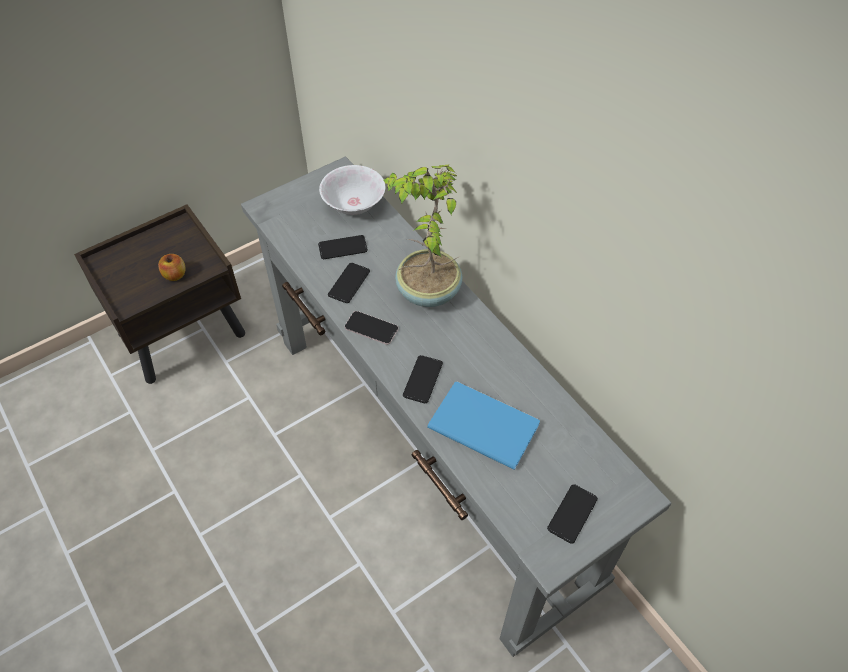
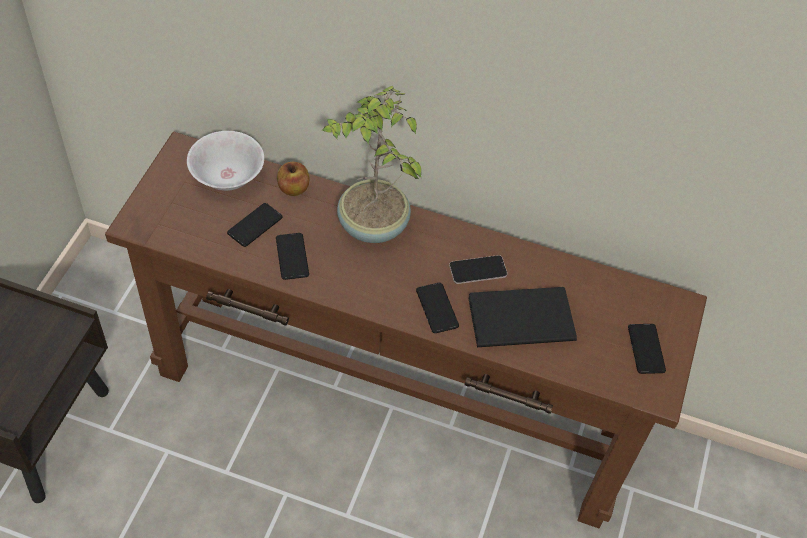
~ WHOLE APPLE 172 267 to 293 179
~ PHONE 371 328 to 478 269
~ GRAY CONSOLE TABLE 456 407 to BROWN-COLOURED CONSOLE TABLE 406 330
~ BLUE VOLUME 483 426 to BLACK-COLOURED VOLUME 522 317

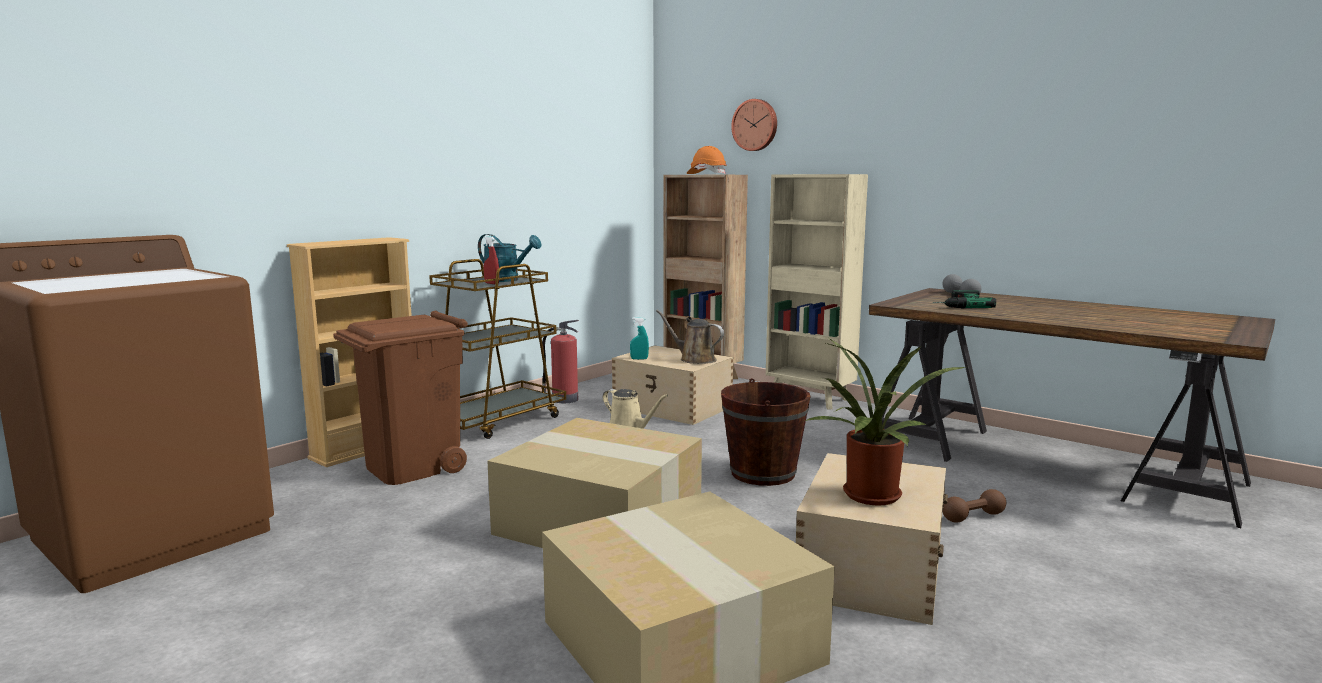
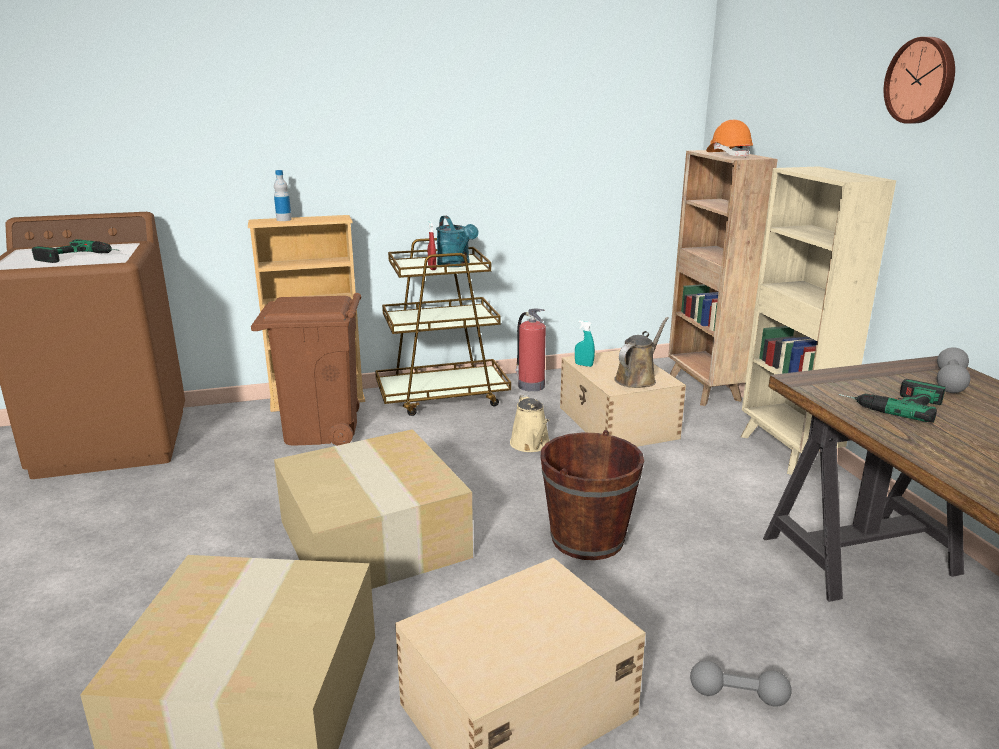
- POTTED PLANT 884 422
+ POWER DRILL 75 251
+ BEVERAGE BOTTLE 283 195
~ HANGING CLOCK 754 125 to 919 80
~ BROWN-COLOURED FREE WEIGHT 974 506 to GRAY FREE WEIGHT 741 683
~ BROWN-COLOURED WATERING POT 690 337 = 641 352 60 degrees clockwise

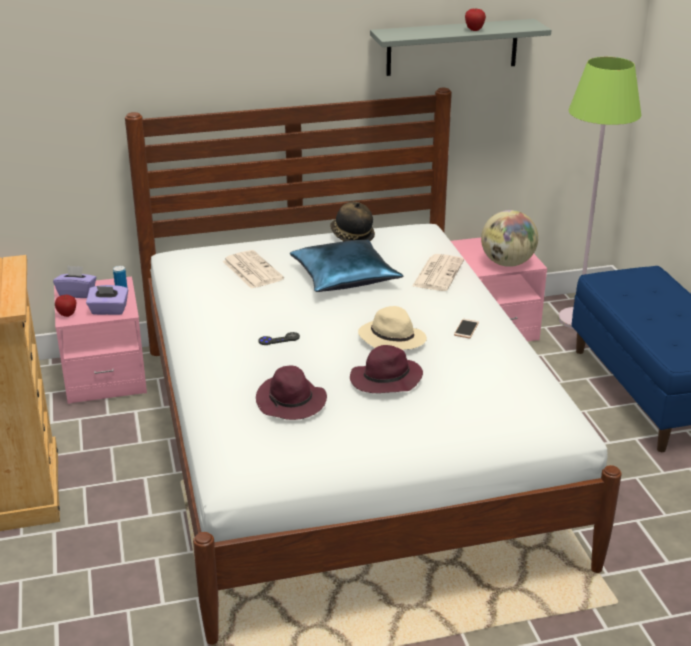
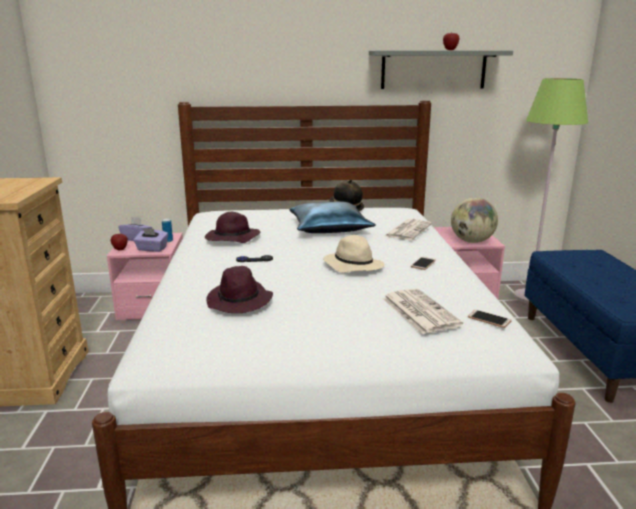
+ PHONE 490 319
~ PRINTED PAPER 253 269 to 422 311
~ PURPLISH CLOTHING HAT 386 369 to 232 227

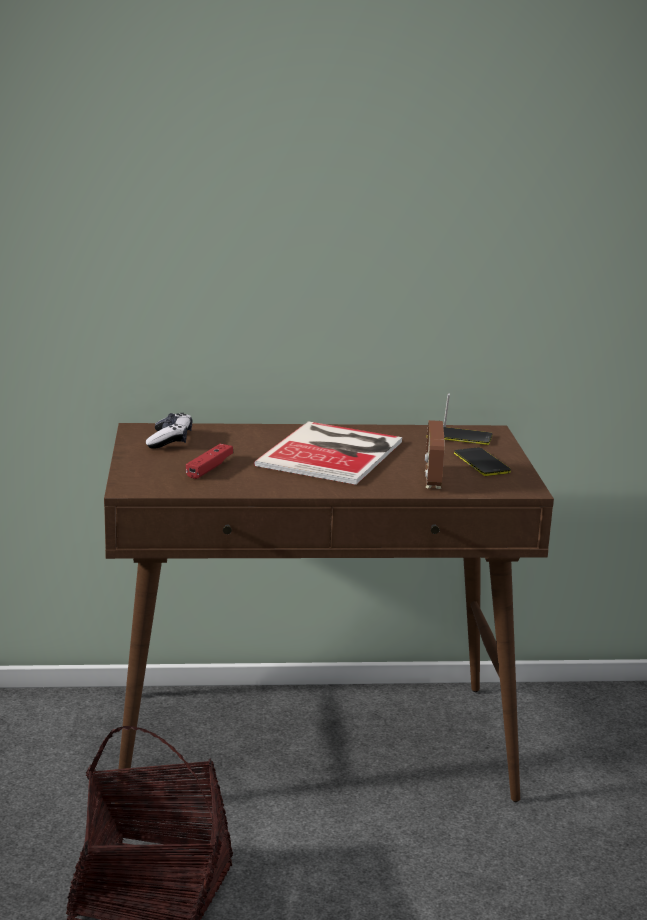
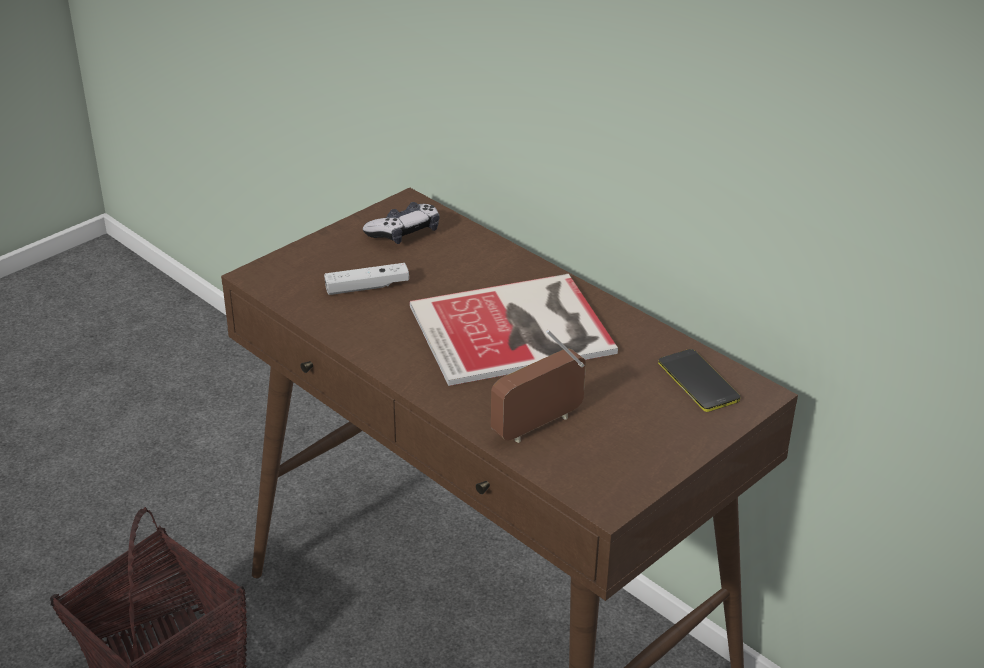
- PHONE 482 461
~ RED-COLOURED GAME CONTROLLER 209 461 to WHITISH GAME CONTROLLER 366 279

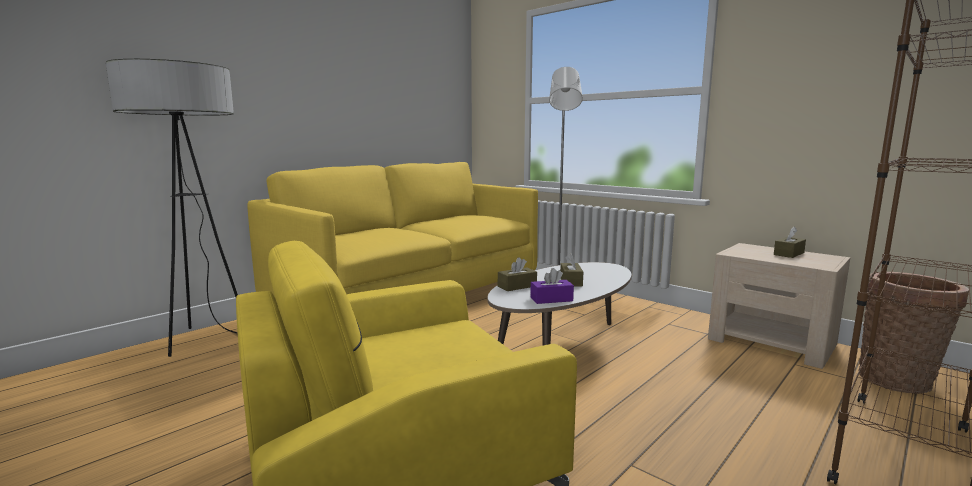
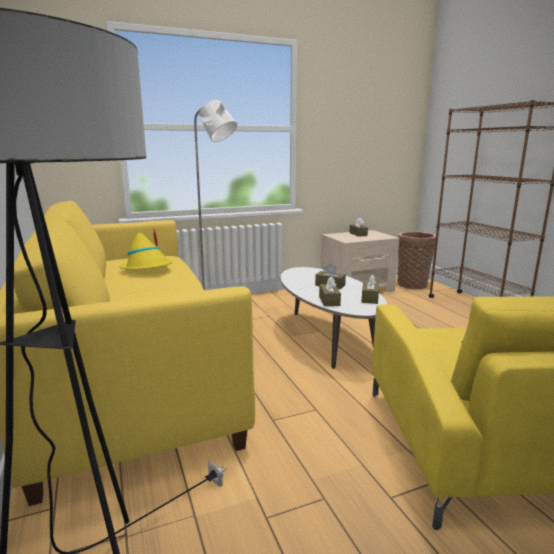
+ YELLOWISH CLOTHING HAT 146 249
~ PURPLISH TISSUE HOLDER 552 286 to BROWN-COLOURED TISSUE HOLDER 370 289

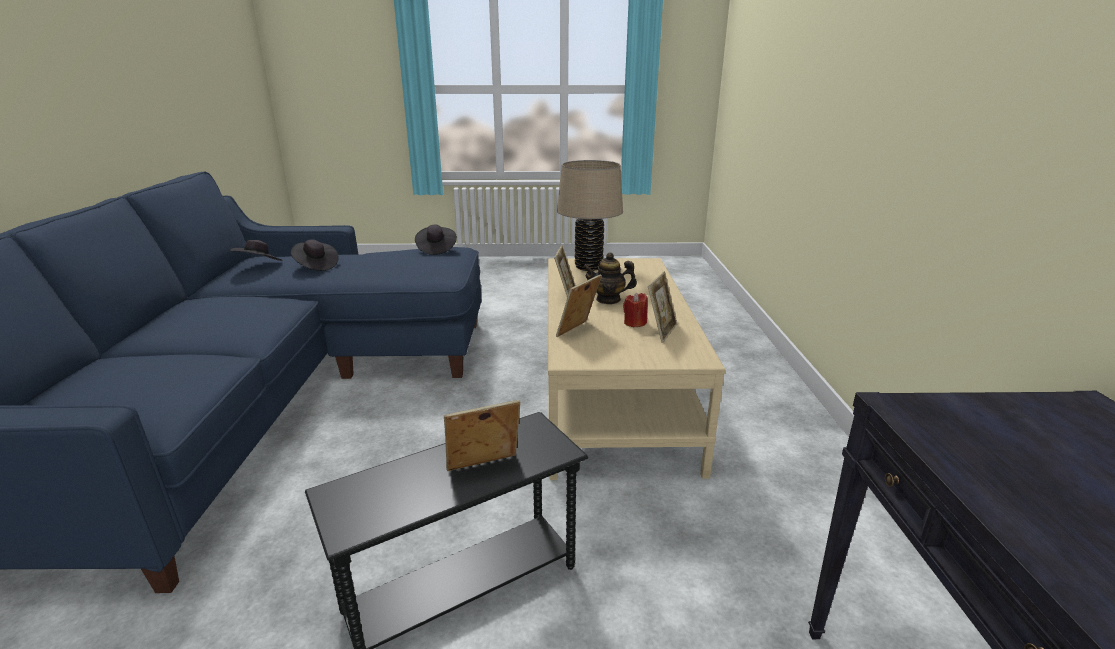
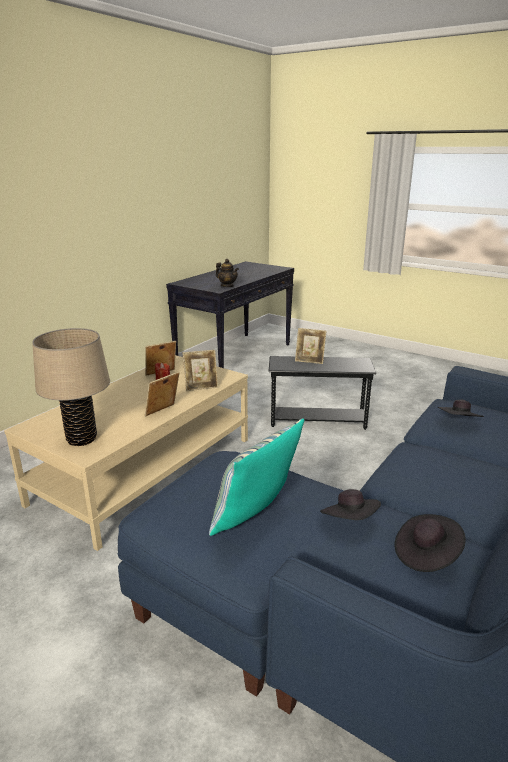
+ THROW PILLOW 256 477
~ BLACK-COLOURED CLOTHING HAT 436 239 to 461 408
~ TEA POT 610 278 to 227 273

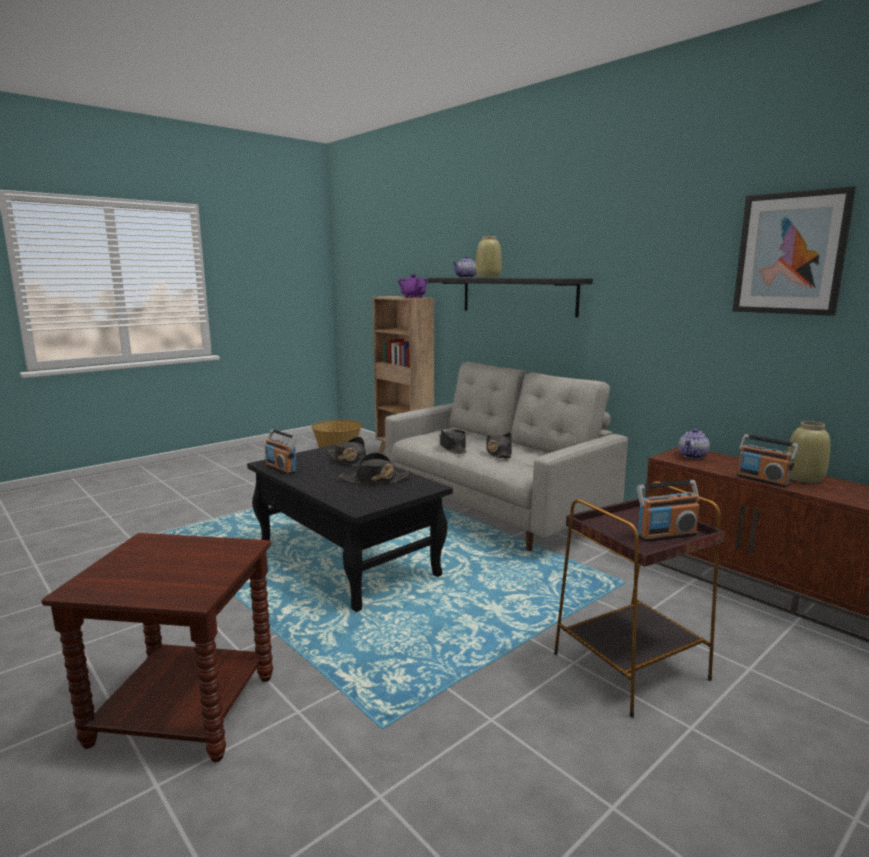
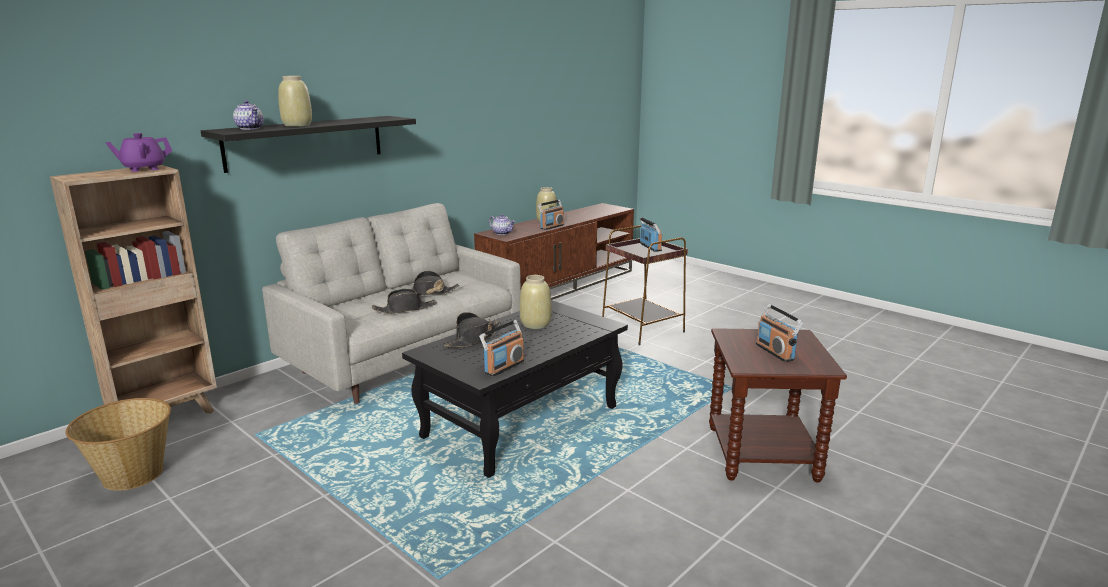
- WALL PICTURE 794 251
+ RADIO SET 779 333
~ BLACK-COLOURED CLOTHING HAT 375 467 to BEIGE-COLOURED VASE 536 302

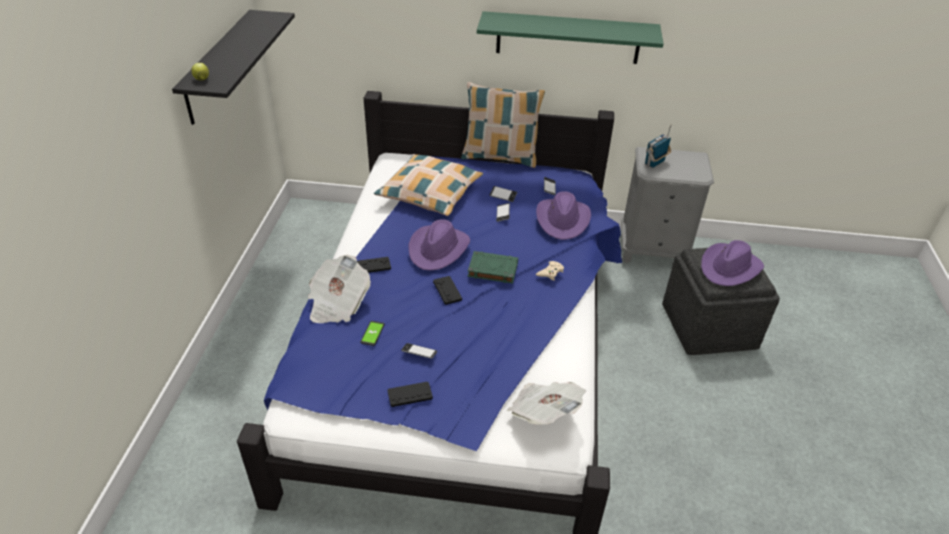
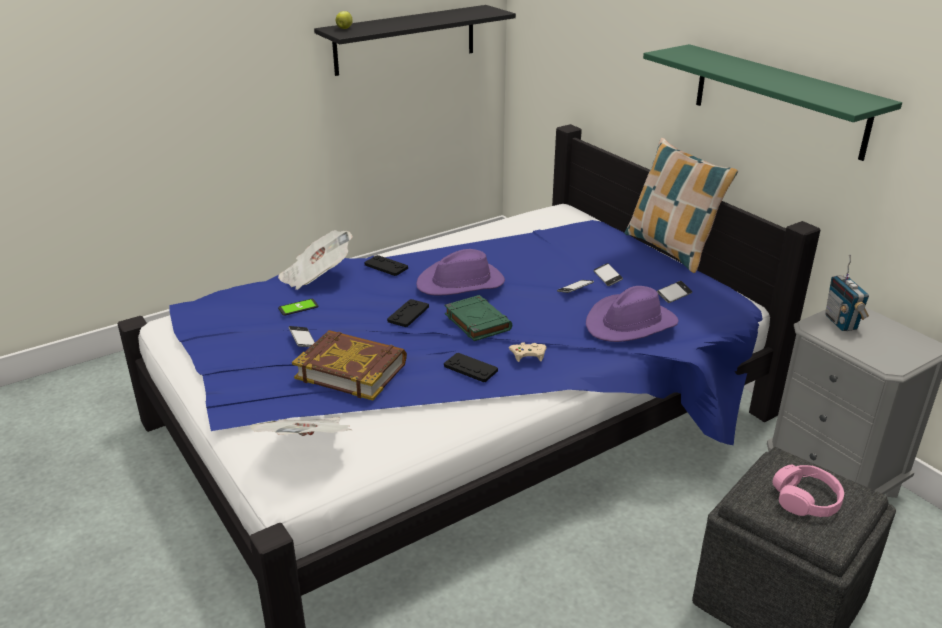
- THROW PILLOW 428 185
+ VOLUME 349 365
~ BLACK-COLOURED GAME CONTROLLER 410 394 to 471 367
~ PURPLISH CLOTHING HAT 732 263 to PINK HEADSET 808 490
~ RADIO SET 658 146 = 847 293 105 degrees counterclockwise

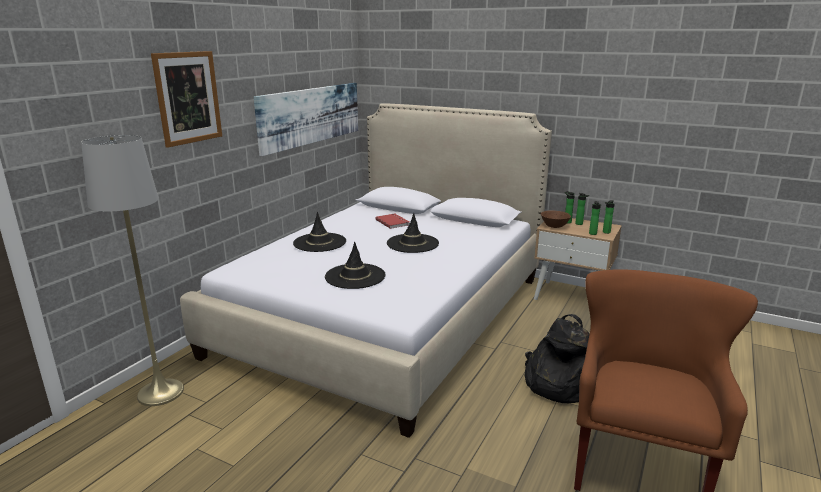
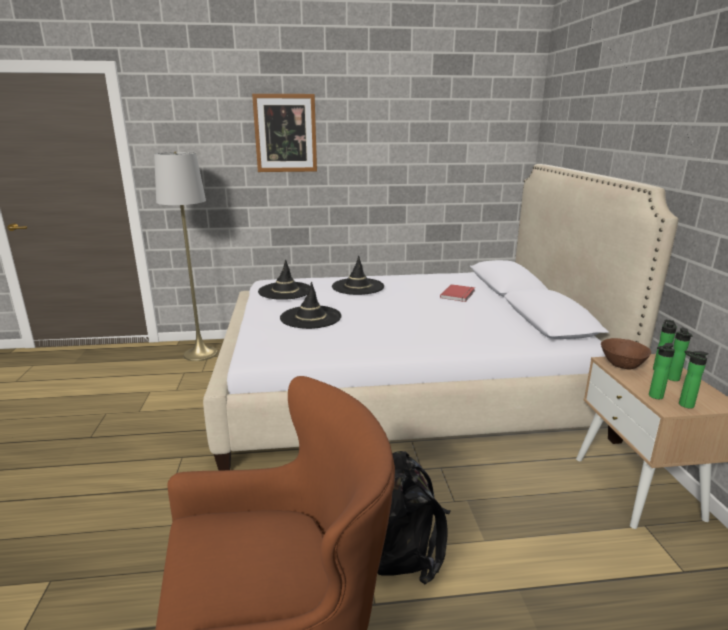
- WALL PICTURE 306 119
~ BLACK-COLOURED CLOTHING HAT 413 233 to 284 279

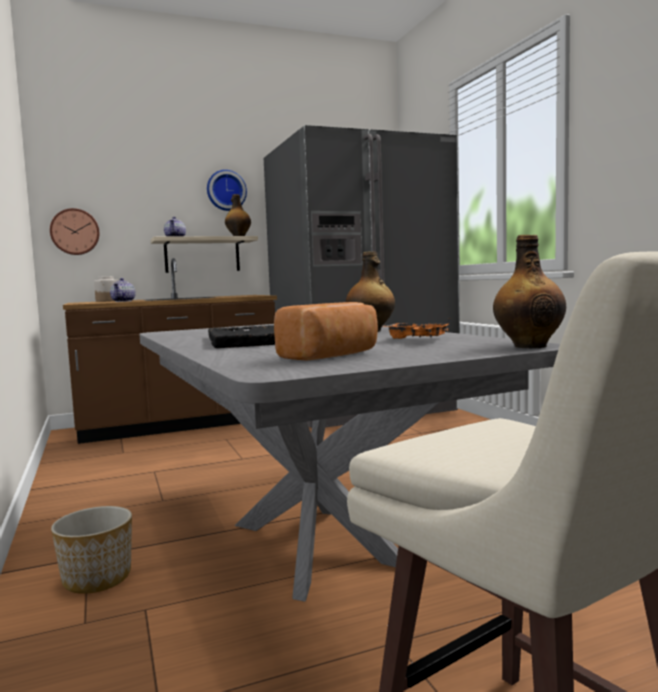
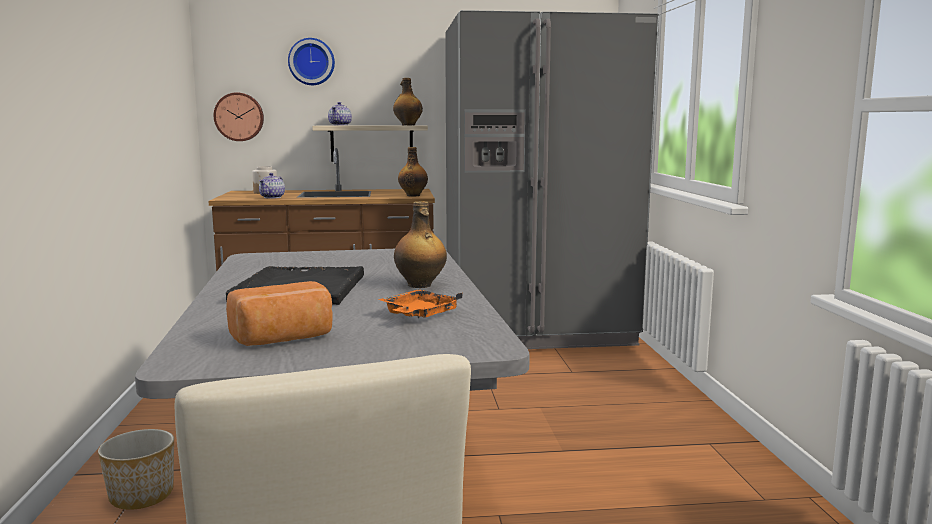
~ HANGING CLOCK 227 190 to 311 61
~ BEVERAGE BOTTLE 529 291 to 413 172

